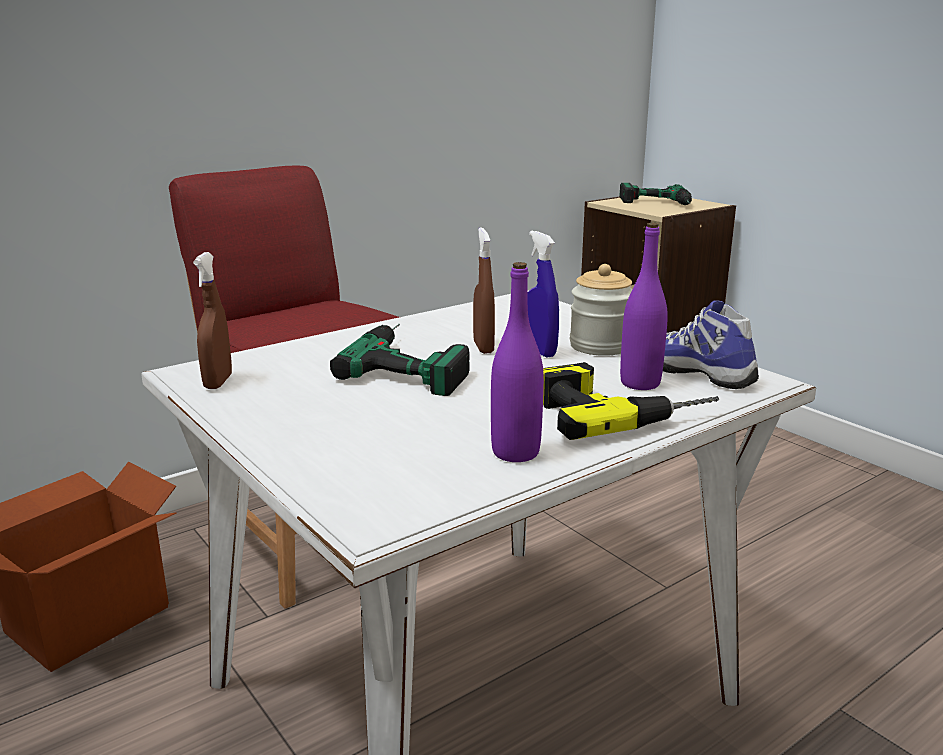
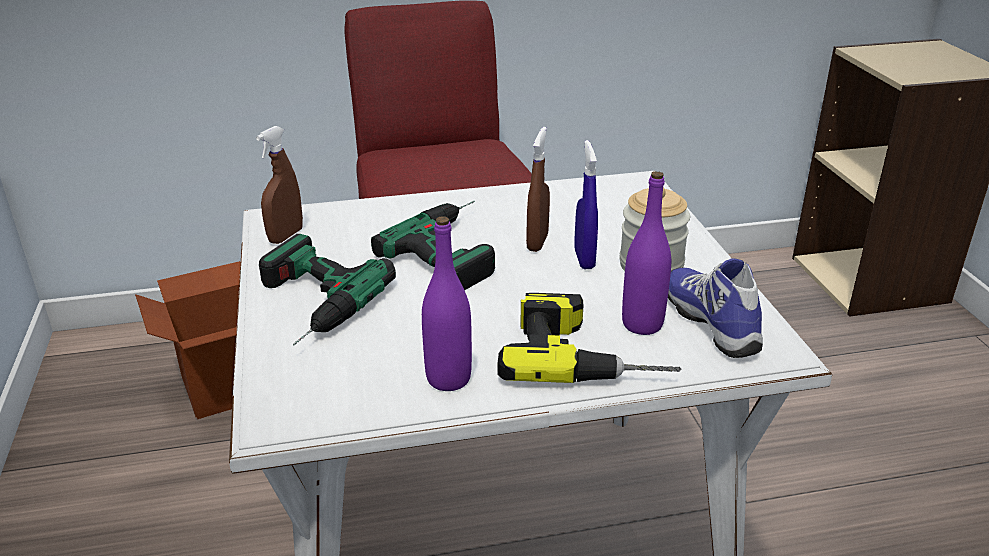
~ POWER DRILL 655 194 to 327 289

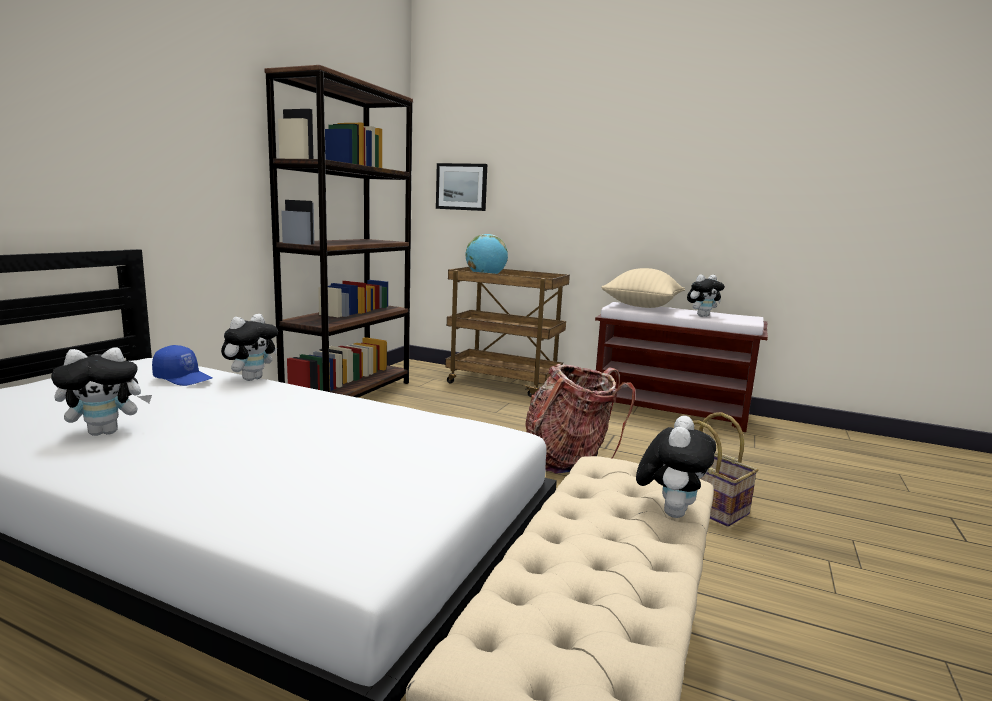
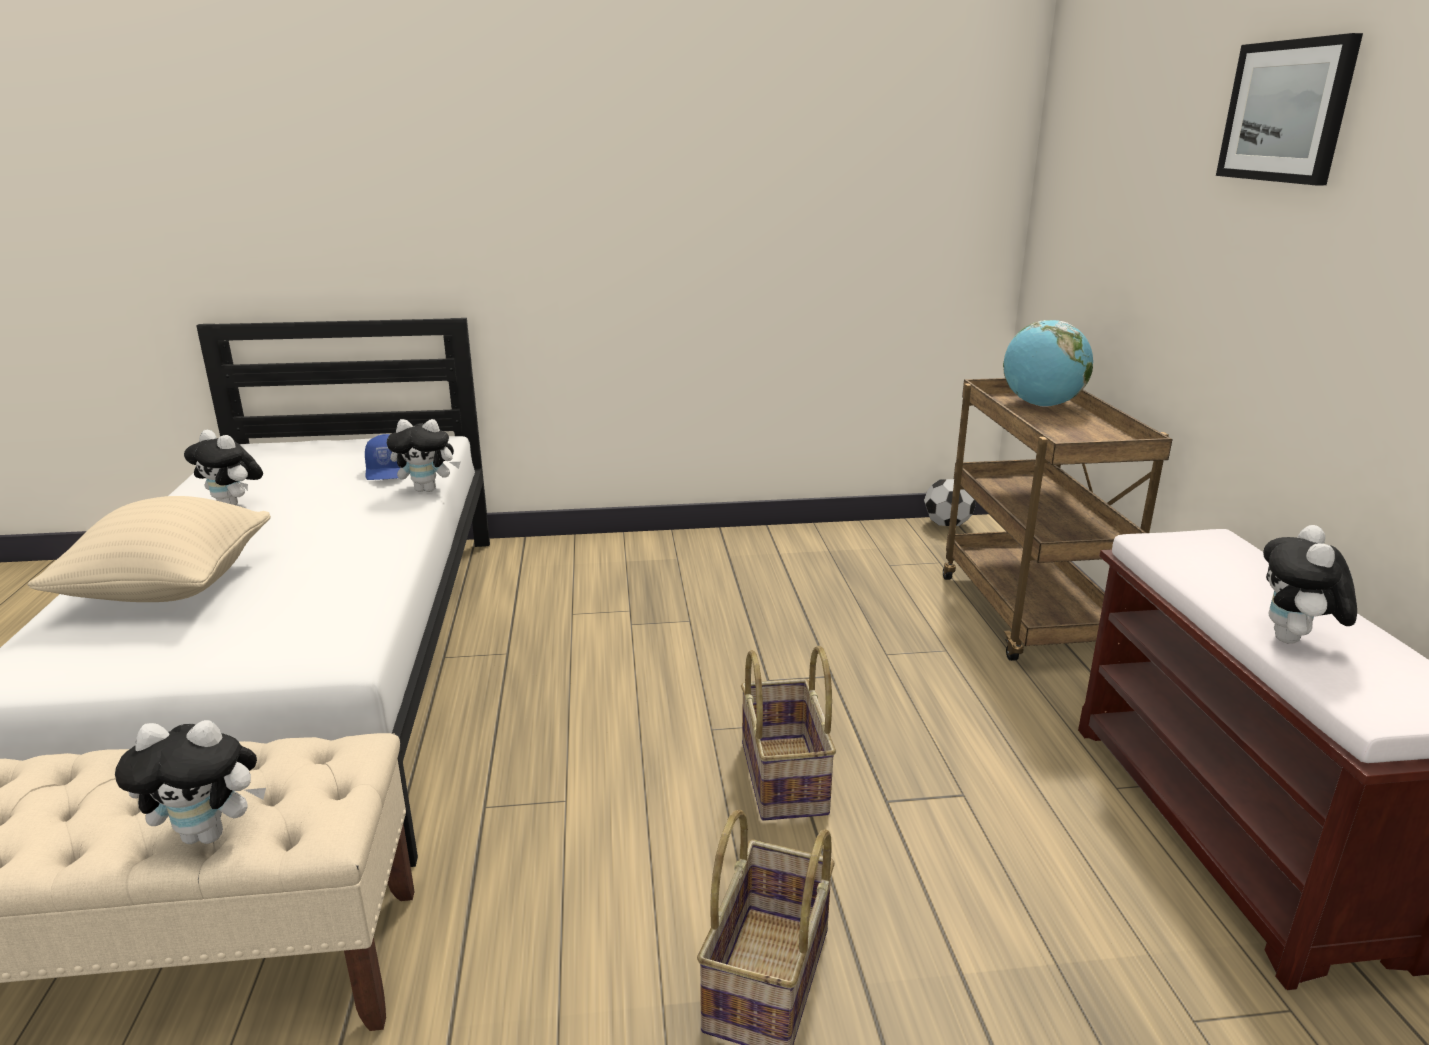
- BROWN-COLOURED SHELVING UNIT 338 231
+ BALL FOR FOOTBALL 950 502
~ WALL PICTURE 461 187 to 1289 109
~ BEIGE-COLOURED THROW PILLOW 643 288 to 149 549
~ RUCKSACK 580 419 to HOUSEHOLD BASKET 788 733
~ SOFT TOY 706 295 = 1310 584 75 degrees clockwise

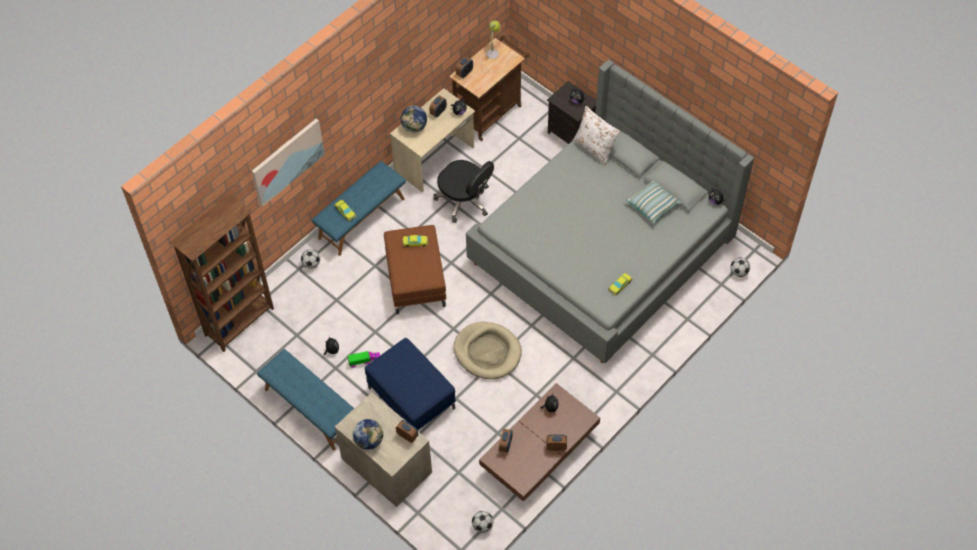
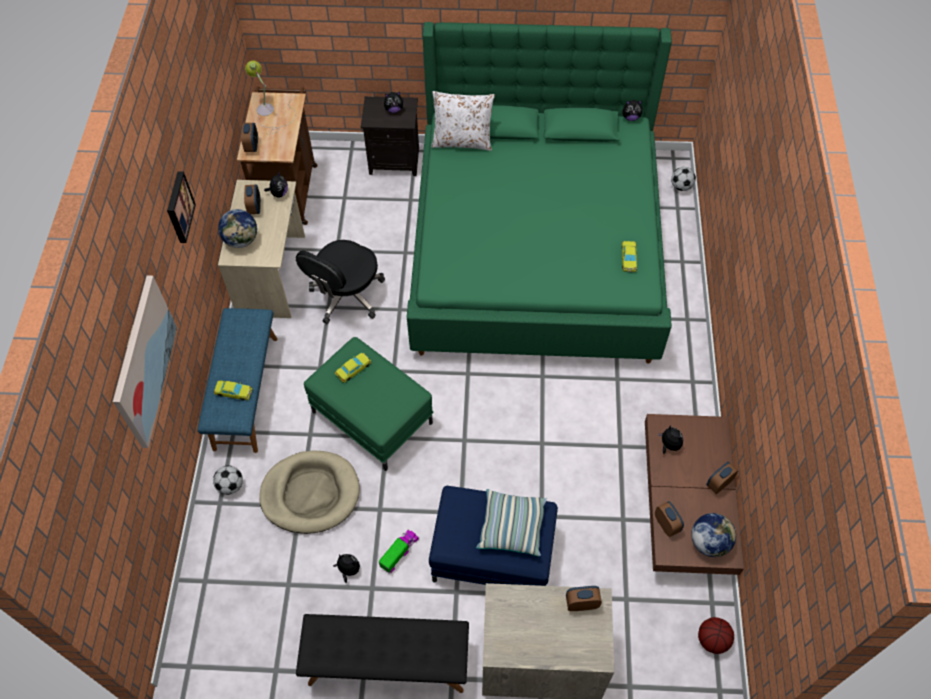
- BROWN-COLOURED SHELVING UNIT 222 272
+ WALL PICTURE 181 207
~ DESK GLOBE 368 434 to 713 535
~ BEIGE-COLOURED DOG BED 488 350 to 309 492
~ THROW PILLOW 654 202 to 511 522
~ BALL FOR FOOTBALL 482 522 to BALL FOR BASKETBALL 716 635
~ BLUE INDOOR BENCH 305 399 to BLACK-COLOURED INDOOR BENCH 382 653
~ BROWN-COLOURED OTTOMAN 415 269 to GREEN-COLOURED OTTOMAN 368 404
~ GRAY BEDROOM BED 610 211 to GREEN-COLOURED BEDROOM BED 539 193
~ BLACK-COLOURED OFFICE CHAIR 463 191 = 340 282 120 degrees clockwise

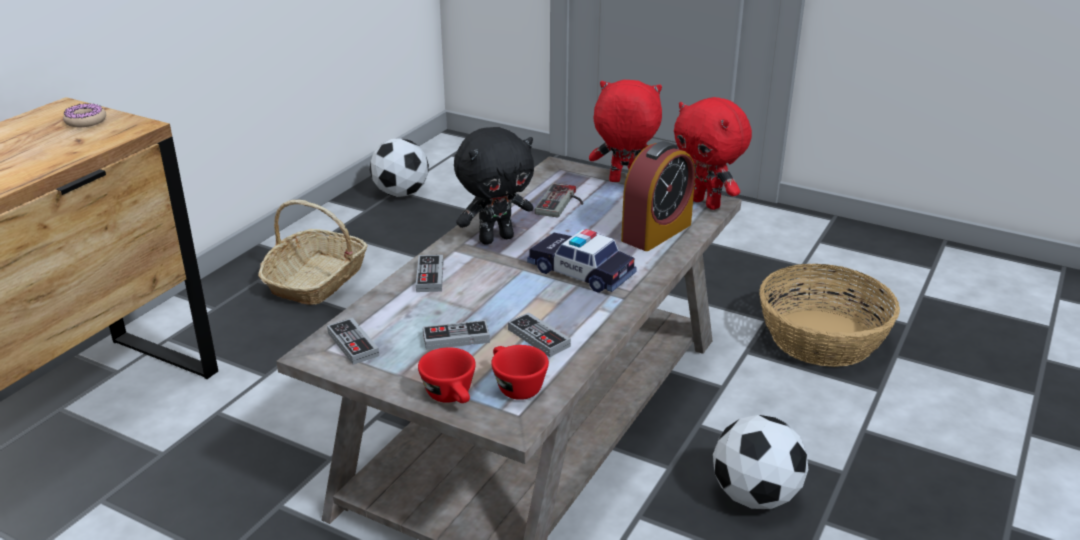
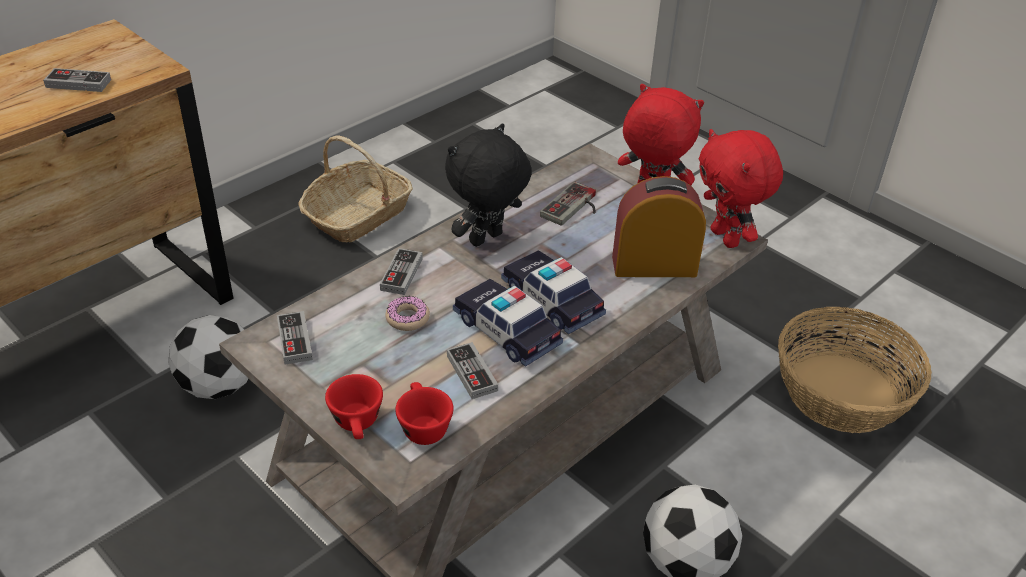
+ TOY CAR 508 323
~ RING DOUGHNUT 84 115 to 407 313
~ BALL FOR FOOTBALL 399 167 to 208 357
~ GAME CONTROLLER 456 335 to 77 80
~ BLACK-COLOURED SOFT TOY 494 186 = 488 185 150 degrees clockwise
~ TABLE CLOCK 658 196 = 659 226 150 degrees counterclockwise

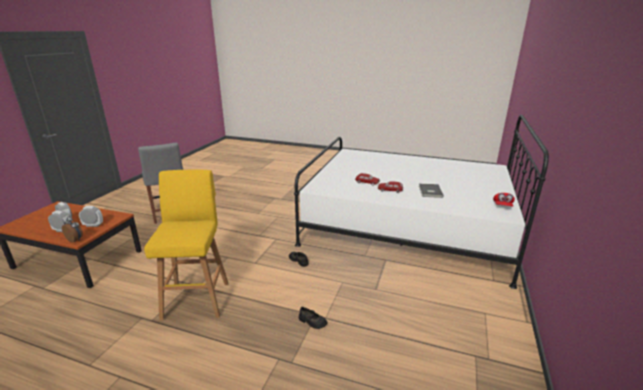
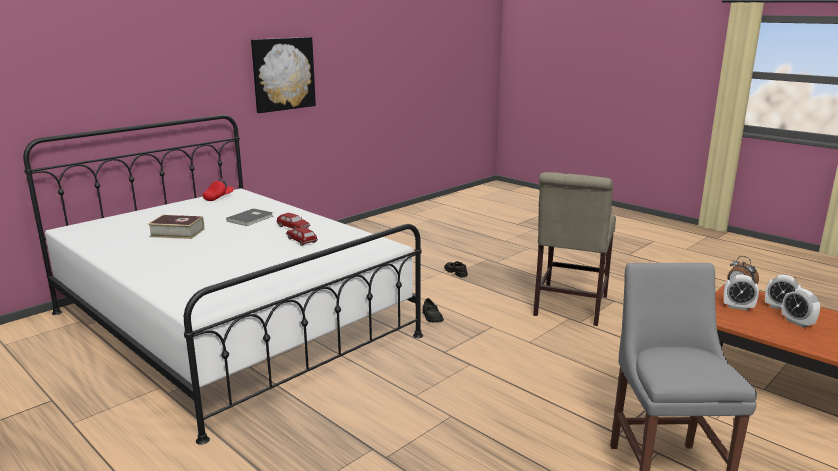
+ VOLUME 176 227
+ WALL PICTURE 283 75
~ YELLOWISH SITTING STOOL 186 245 to BEIGE-COLOURED UPRIGHT CHAIR 574 249

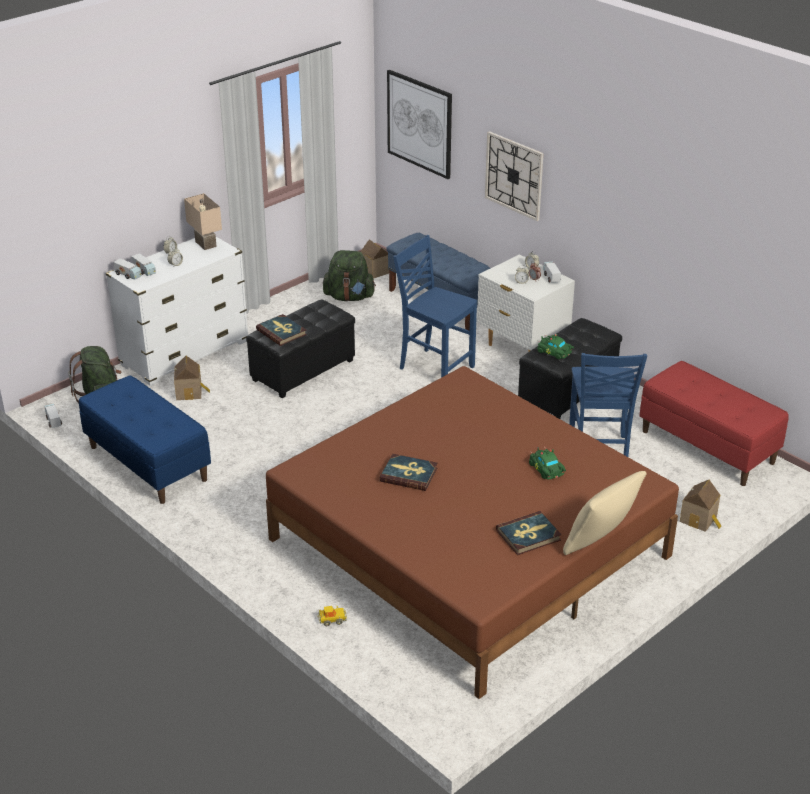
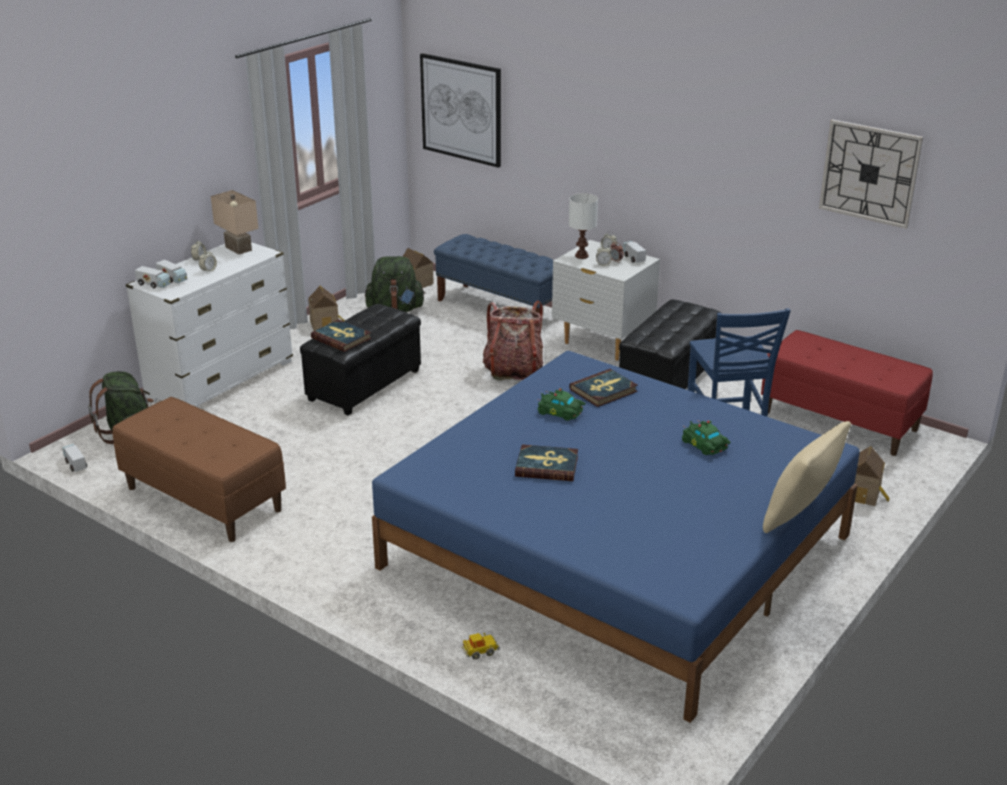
+ WHITISH TABLETOP LAMP 583 226
~ MODEL HOUSE 192 378 to 326 308
~ HANGING CLOCK 514 176 to 871 174
~ VOLUME 529 533 to 603 388
~ GREEN-COLOURED TOY CAR 555 346 to 561 404
~ BLUE UPRIGHT CHAIR 435 306 to RUCKSACK 513 340
~ BLUE INDOOR BENCH 145 439 to BROWN-COLOURED INDOOR BENCH 199 469
~ BROWN-COLOURED BEDROOM BED 472 532 to BLUE BEDROOM BED 616 537

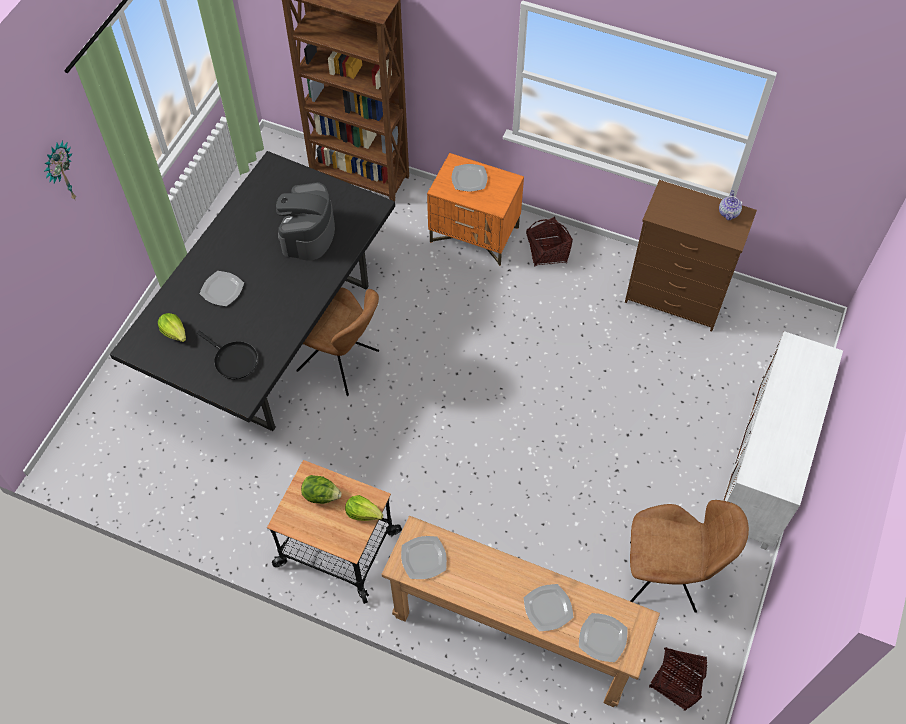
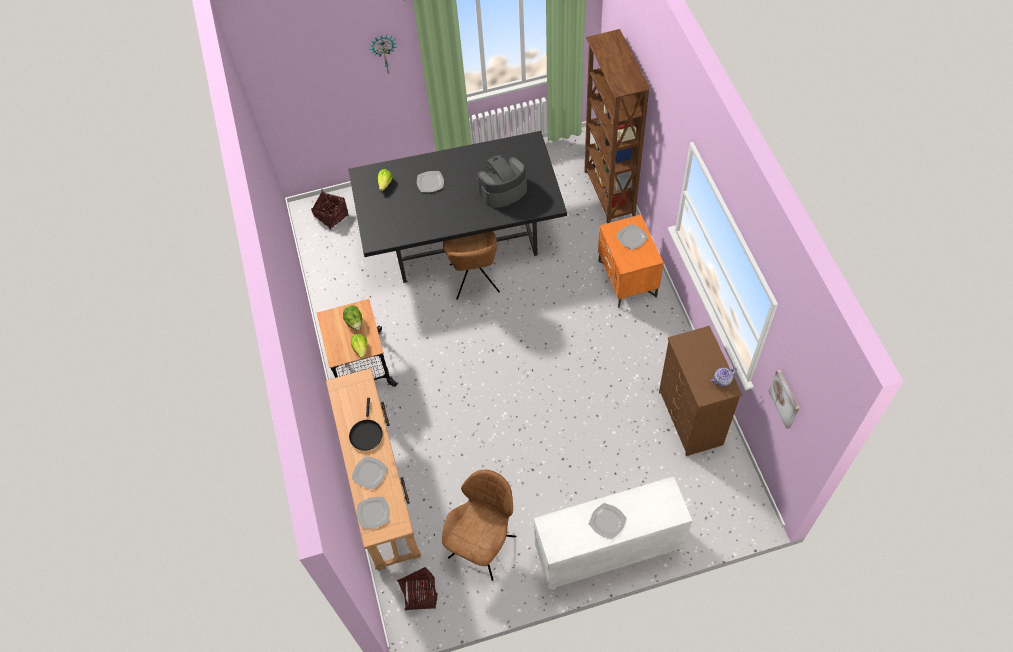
+ WALL PICTURE 783 399
~ BLACK-COLOURED PAN 227 354 to 366 424
~ DINNER PLATE 424 557 to 608 521
~ HOUSEHOLD BASKET 549 241 to 330 209
~ BROWN-COLOURED UPRIGHT CHAIR 689 556 = 479 525 120 degrees counterclockwise

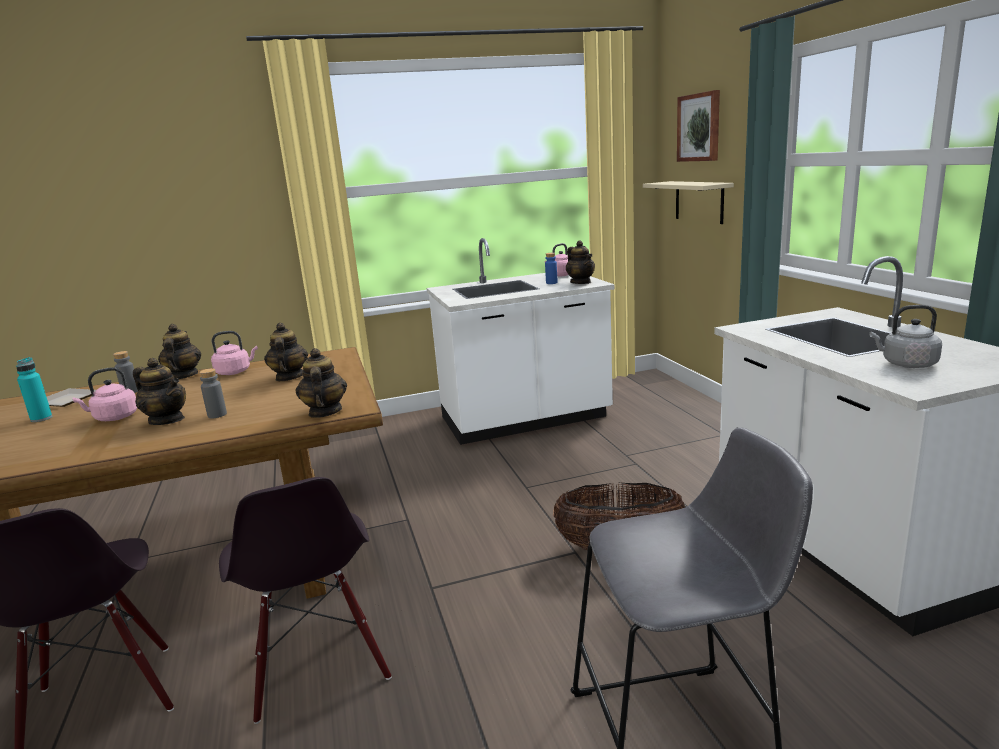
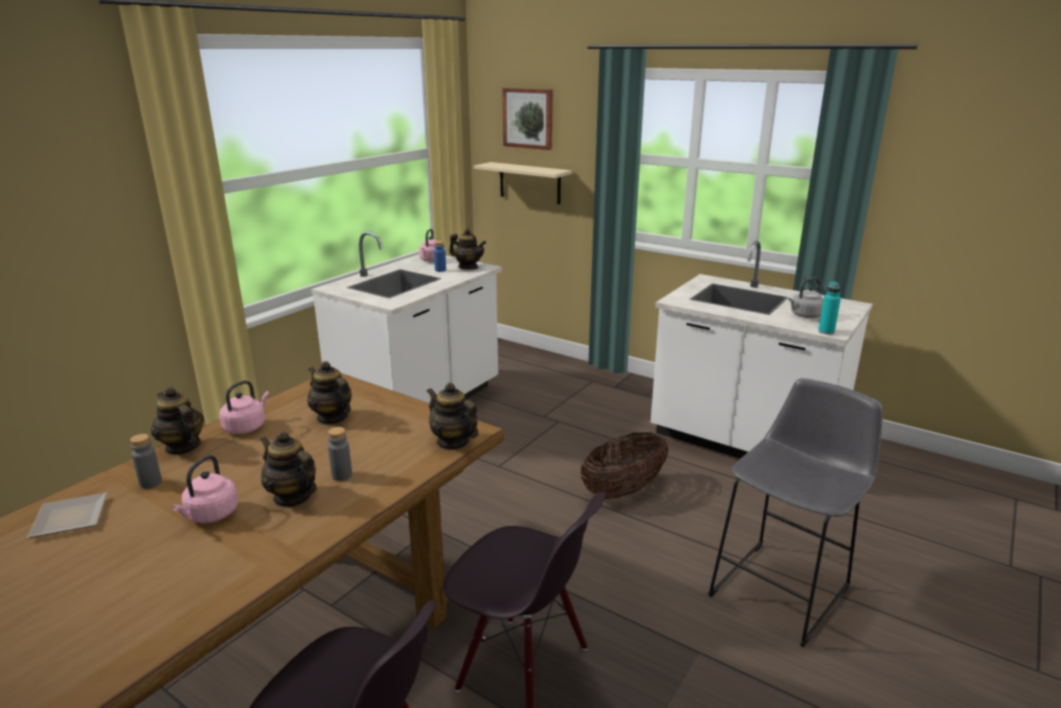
~ TURQUOISE BEVERAGE BOTTLE 34 389 to 829 308
~ TEA POT 159 391 = 288 469 135 degrees counterclockwise

